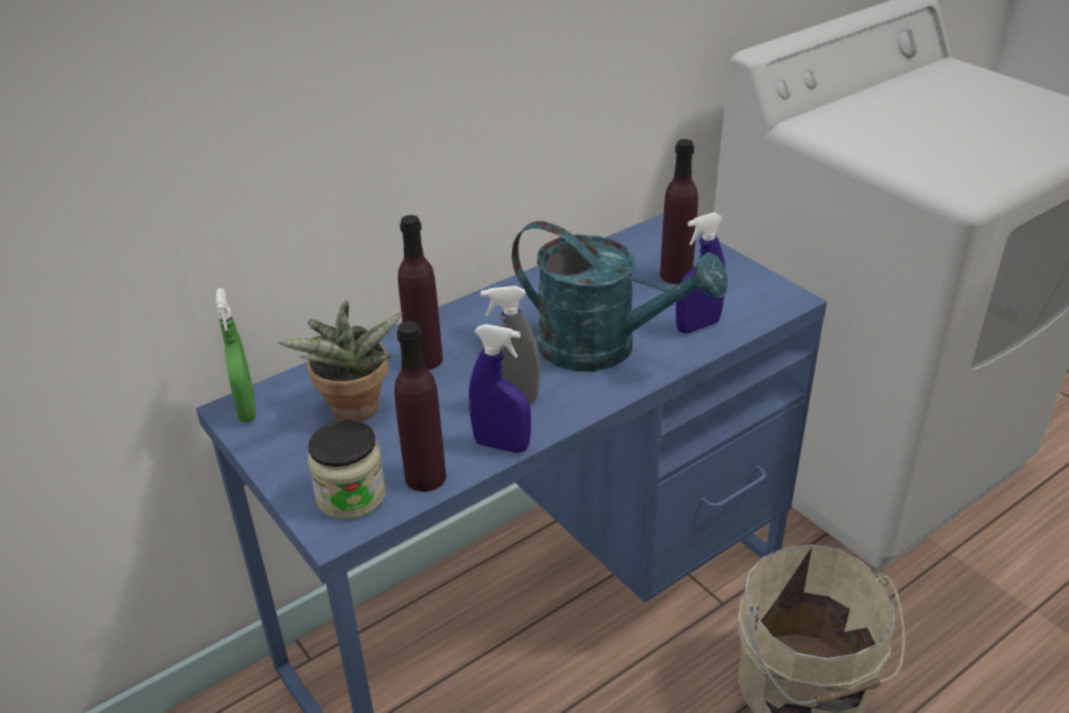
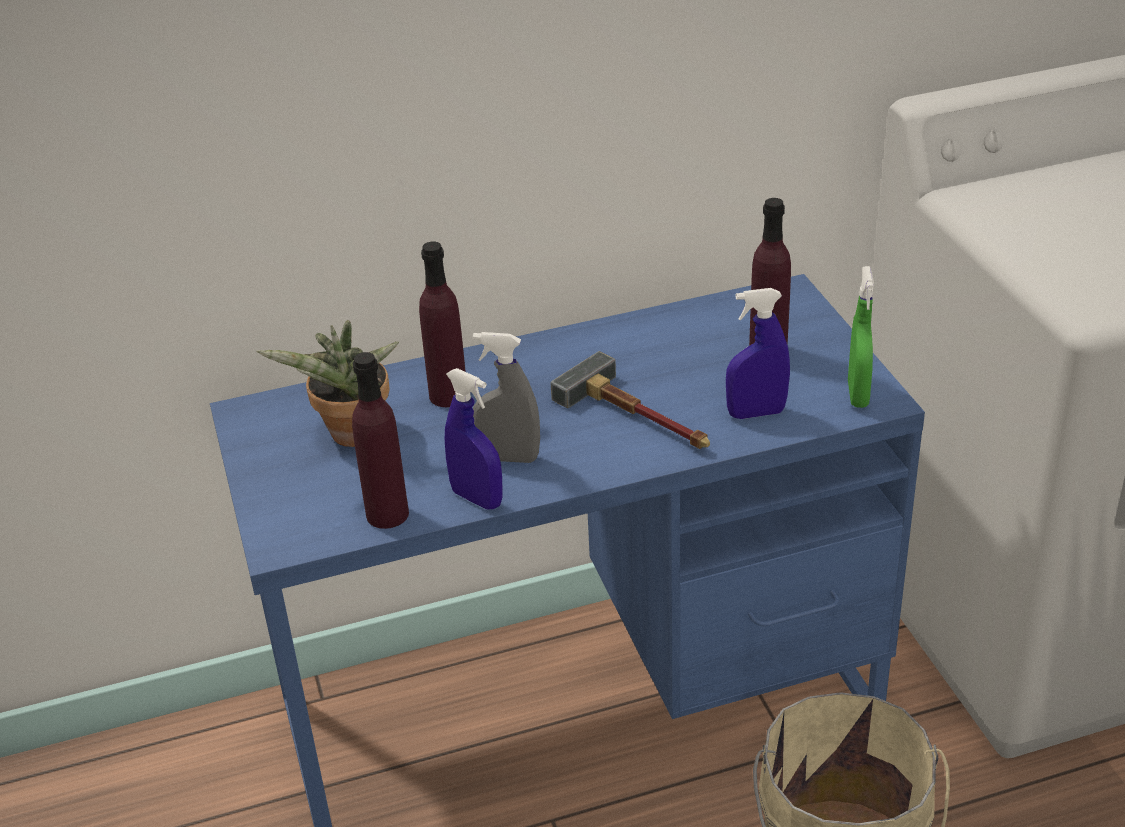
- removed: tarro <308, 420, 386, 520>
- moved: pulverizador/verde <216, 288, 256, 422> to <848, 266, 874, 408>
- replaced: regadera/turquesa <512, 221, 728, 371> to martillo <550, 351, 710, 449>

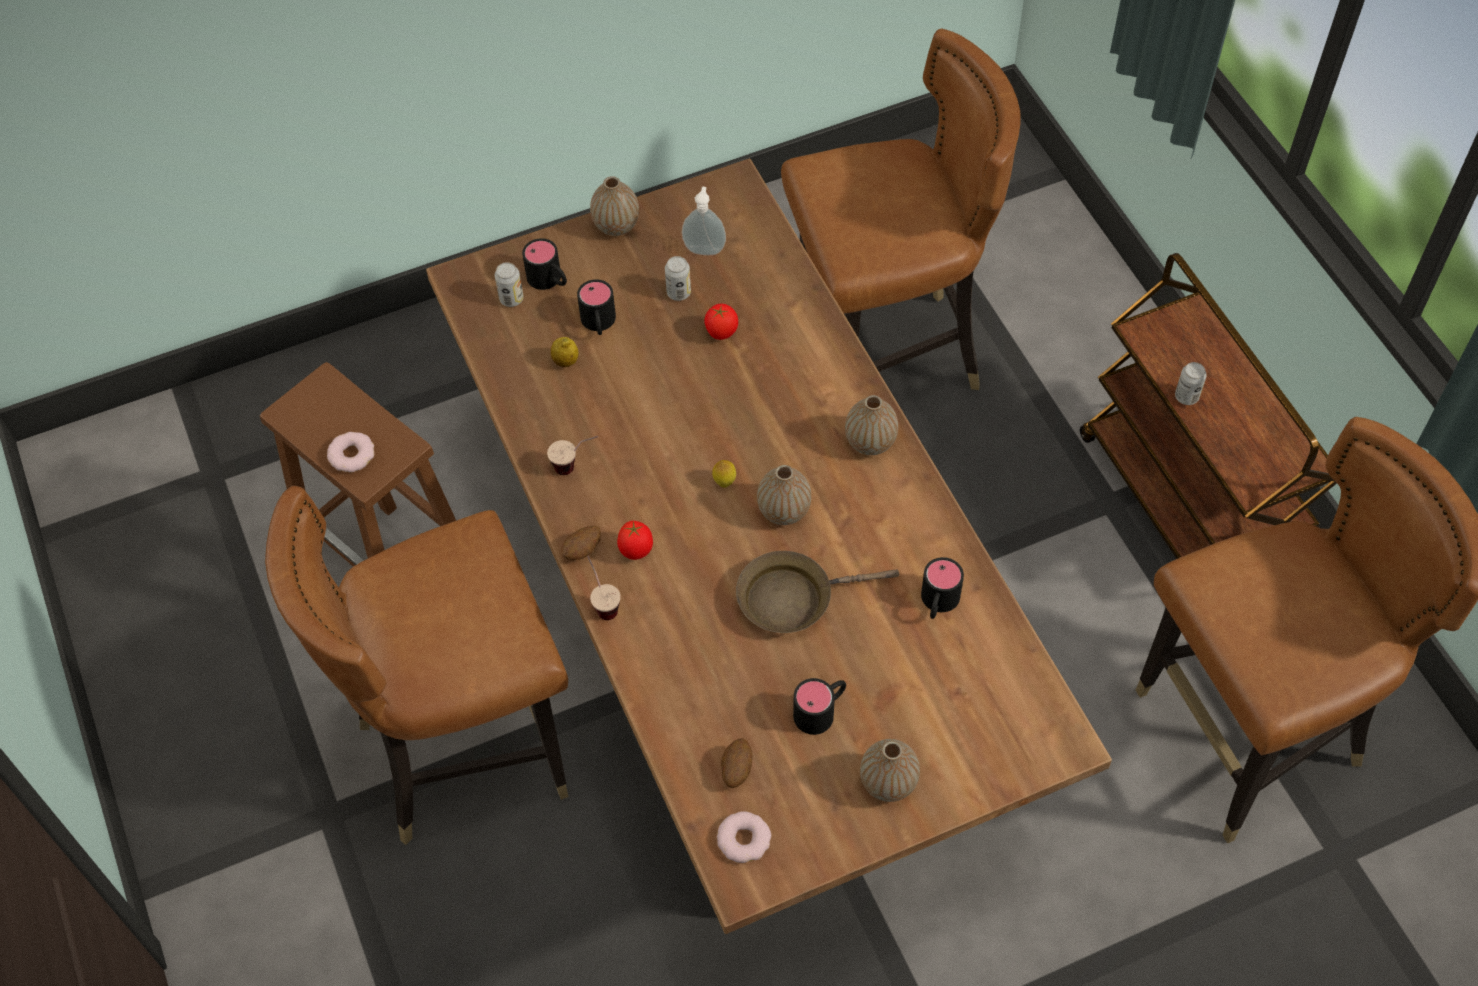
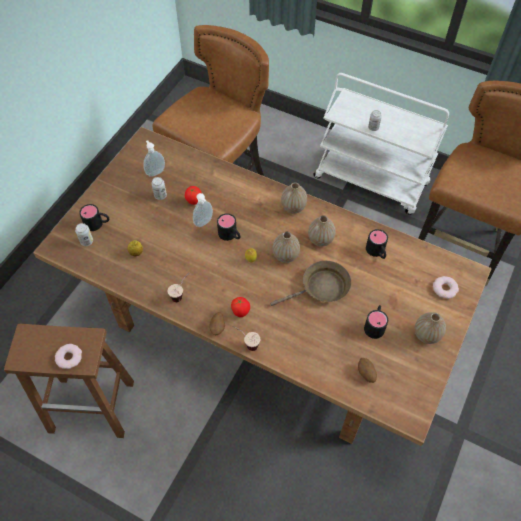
- removed: silla/marrón <265, 486, 568, 845>
- added: dispensador de jabón <193, 193, 213, 227>
- moved: taza grande/negro <577, 279, 616, 335> to <217, 213, 240, 241>
- moved: florero <590, 176, 639, 236> to <308, 215, 336, 247>
- moved: rosquilla <717, 811, 771, 863> to <433, 276, 459, 299>
- recoloured: carrito/marrón <1080, 253, 1337, 559> to carrito/blanco <313, 73, 449, 215>
- turned: sartén/marrón <736, 551, 899, 633> = <270, 261, 351, 306> 150 degrees counterclockwise

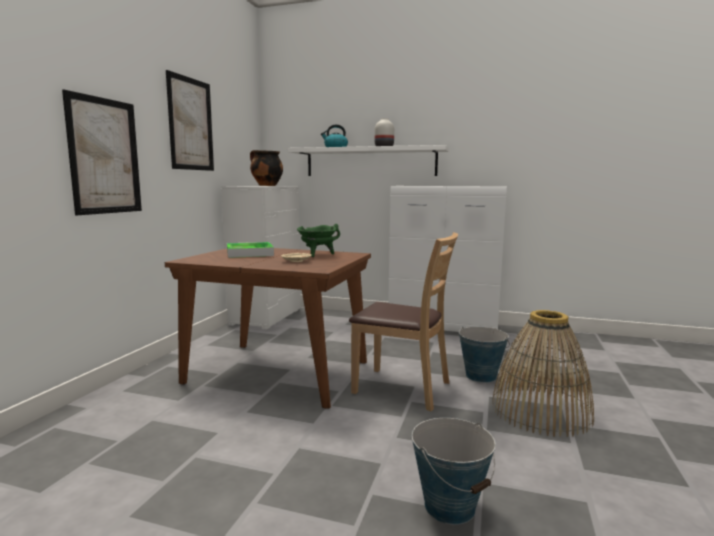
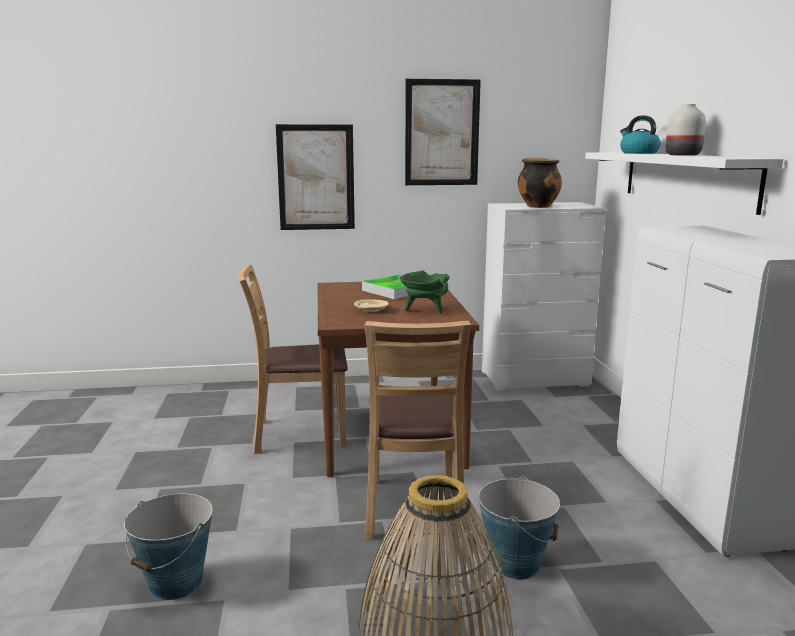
- added: silla/marrón <238, 265, 348, 454>

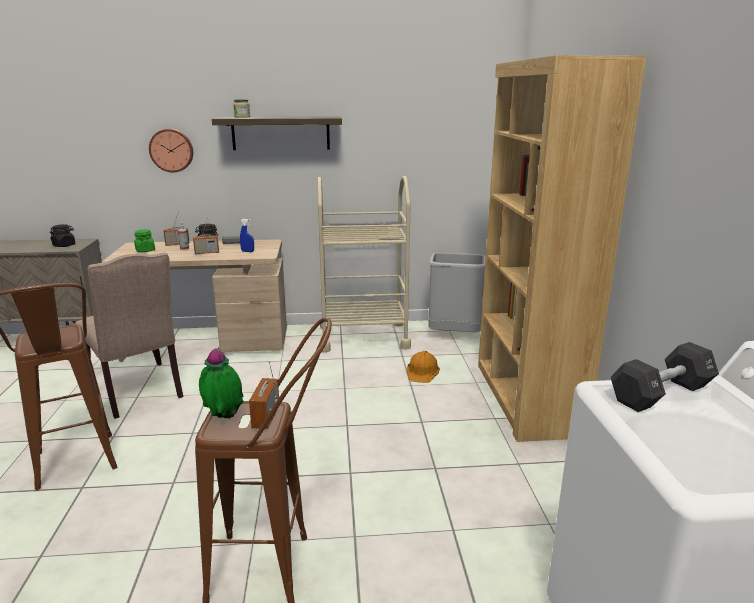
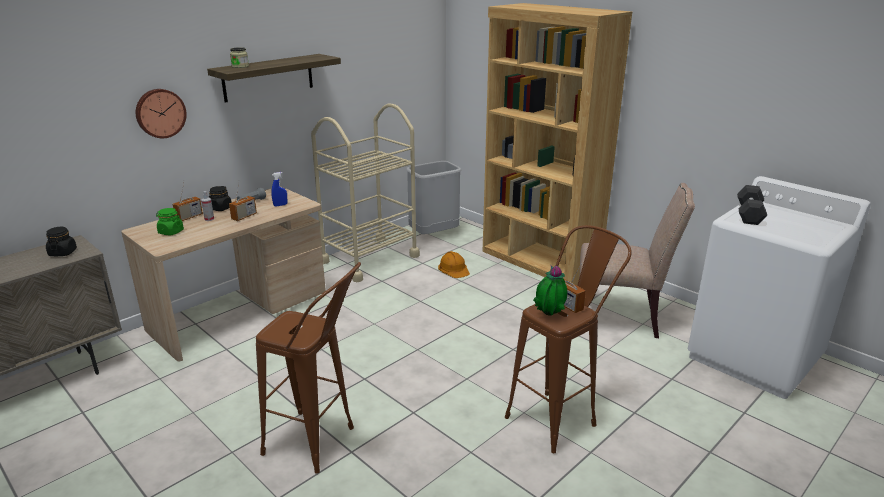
- moved: silla/beis <75, 252, 183, 419> to <579, 183, 695, 338>

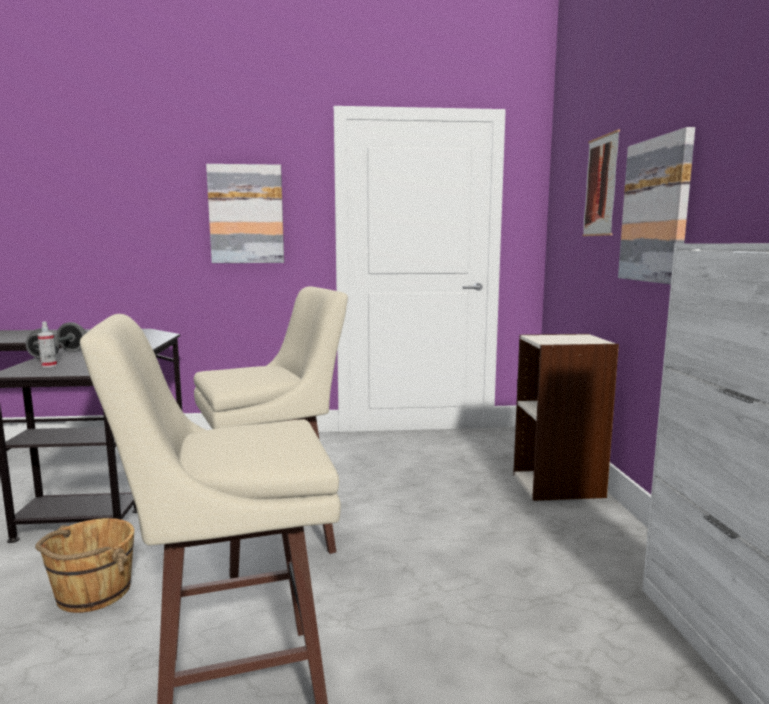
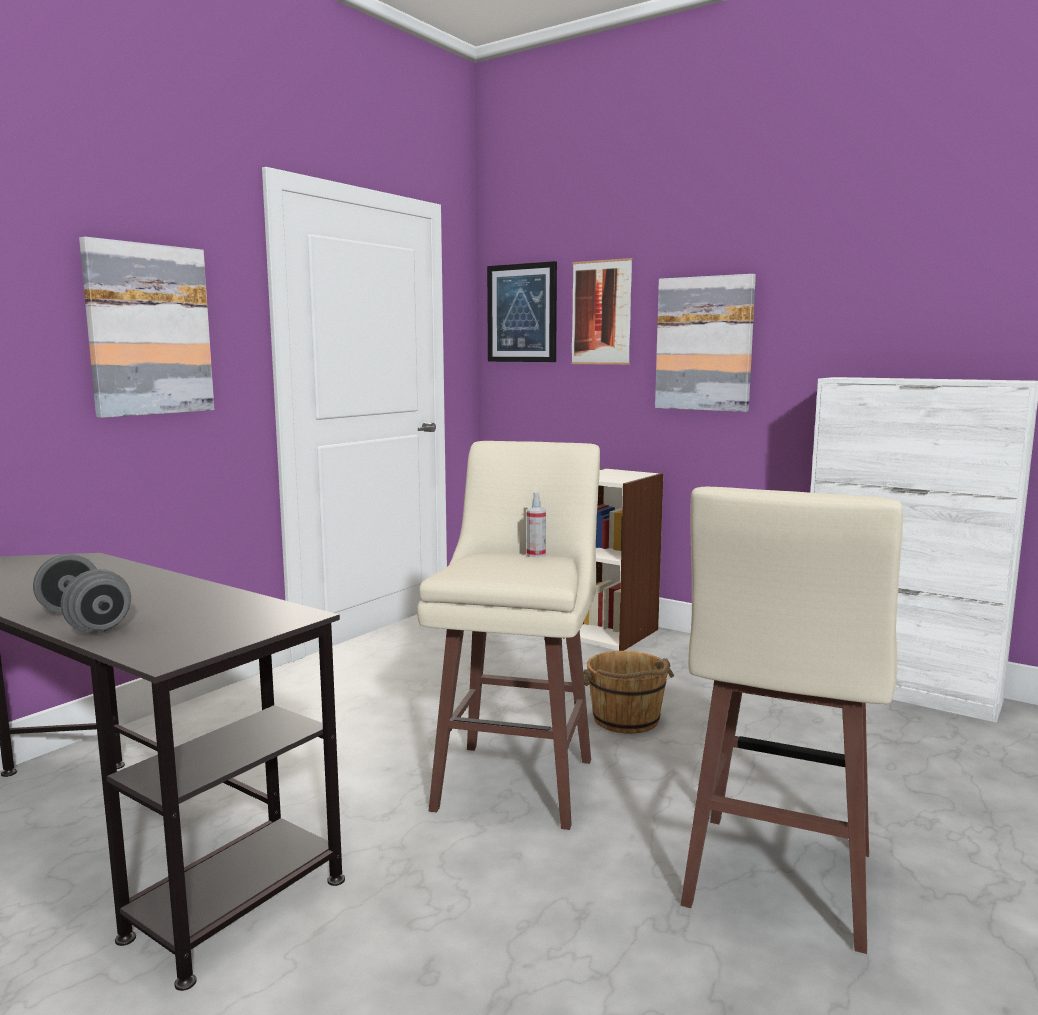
- added: cuadro <487, 261, 557, 362>
- moved: cubo/marrón <35, 518, 134, 613> to <583, 651, 674, 734>
- moved: pulverizador <38, 322, 57, 367> to <527, 492, 546, 557>

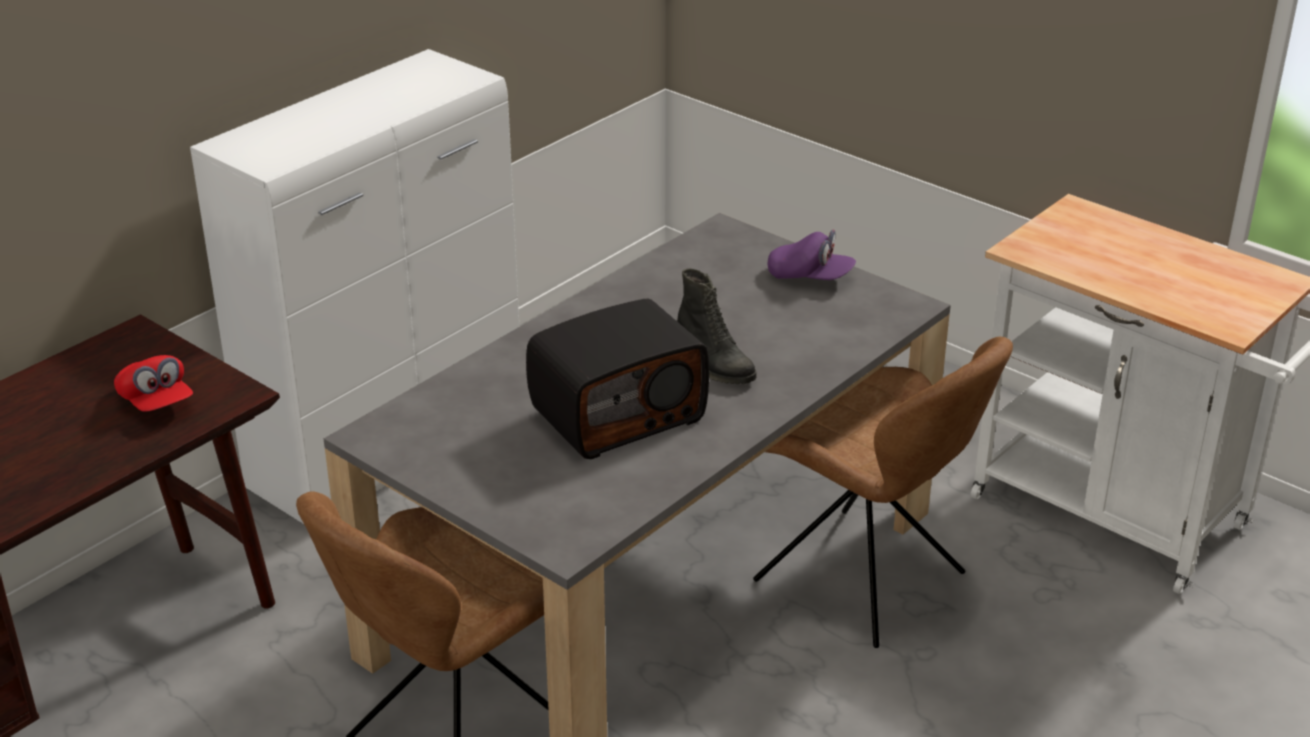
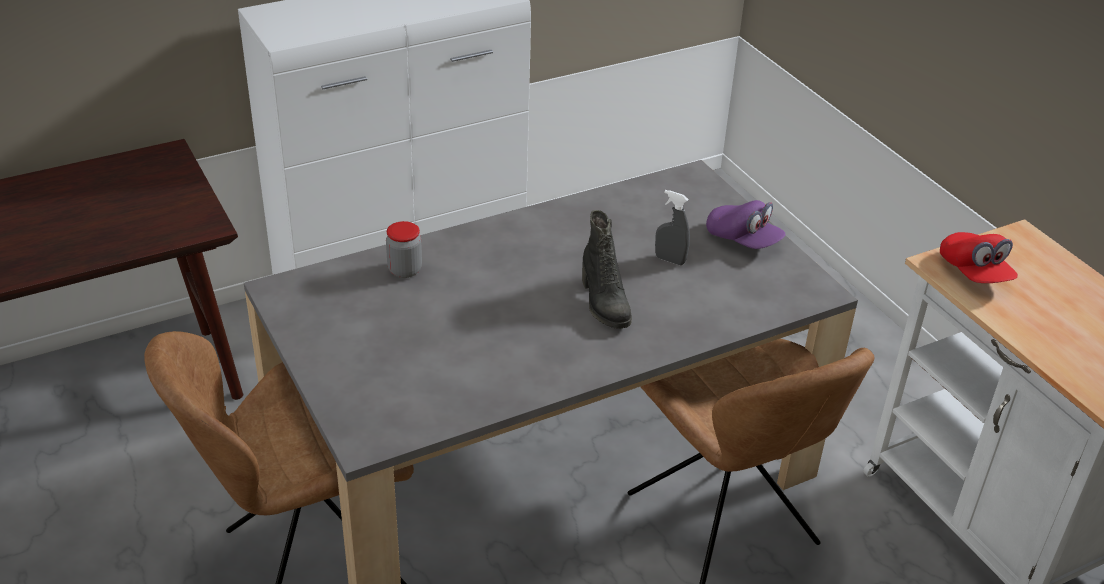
- removed: radio <526, 299, 709, 459>
- added: tarro <386, 221, 422, 278>
- added: pulverizador/gris <655, 190, 690, 265>
- moved: gorra/rojo <114, 355, 193, 412> to <940, 232, 1018, 283>

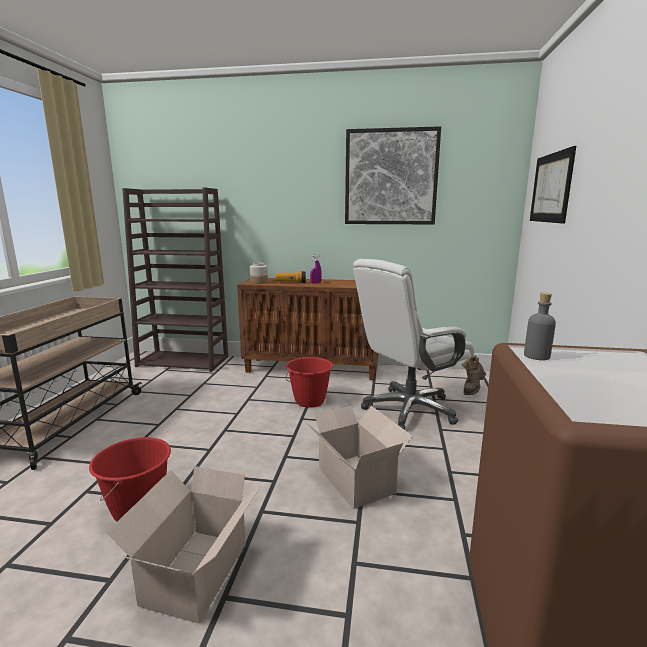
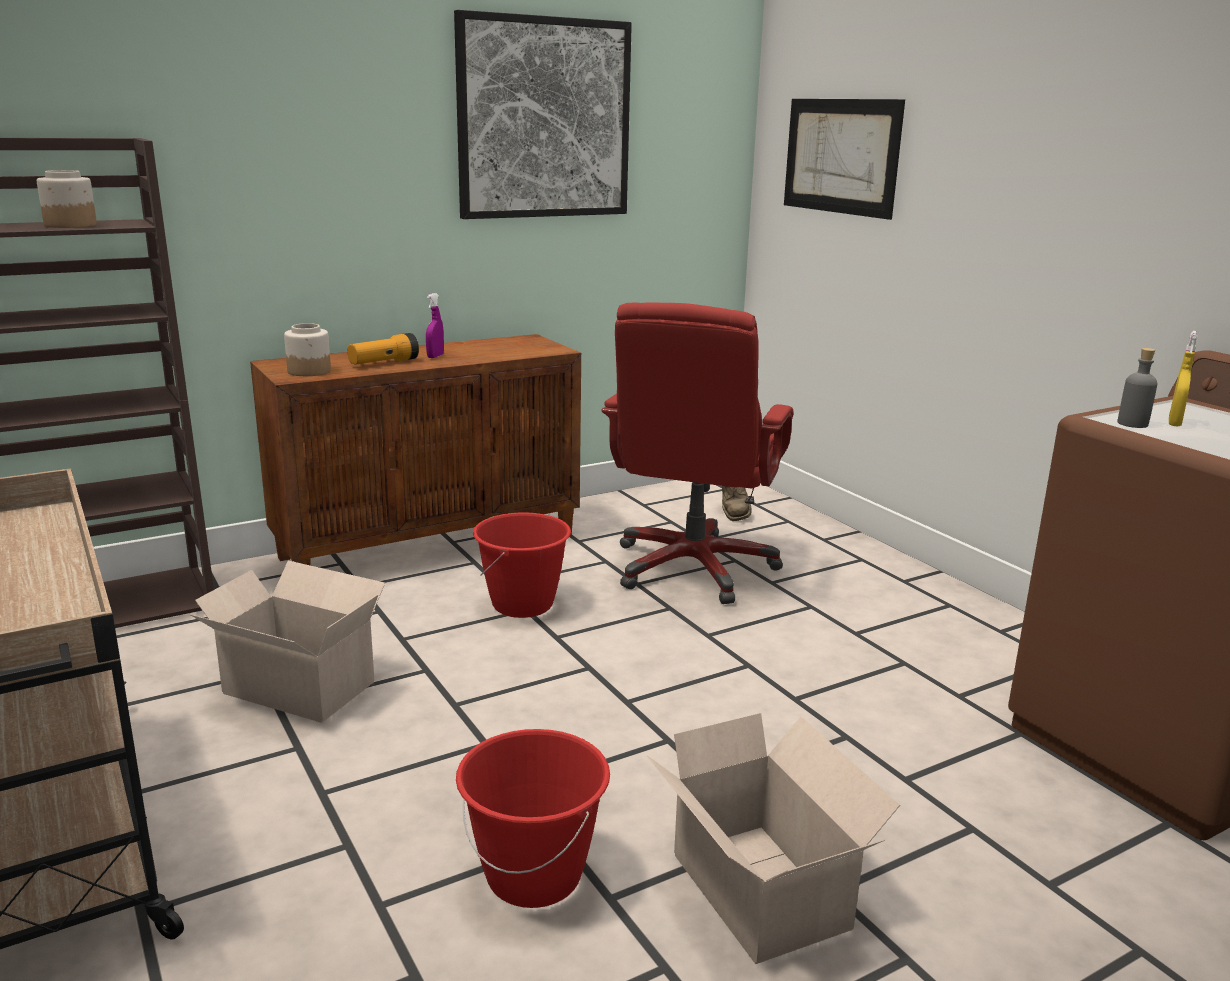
- added: tarro <37, 170, 97, 228>
- added: pulverizador/amarillo <1169, 331, 1197, 427>
- moved: caja de cartón <305, 406, 413, 509> to <189, 561, 385, 723>
- recoloured: silla de oficina/blanco <353, 259, 475, 430> to silla de oficina/rojo <601, 303, 794, 604>

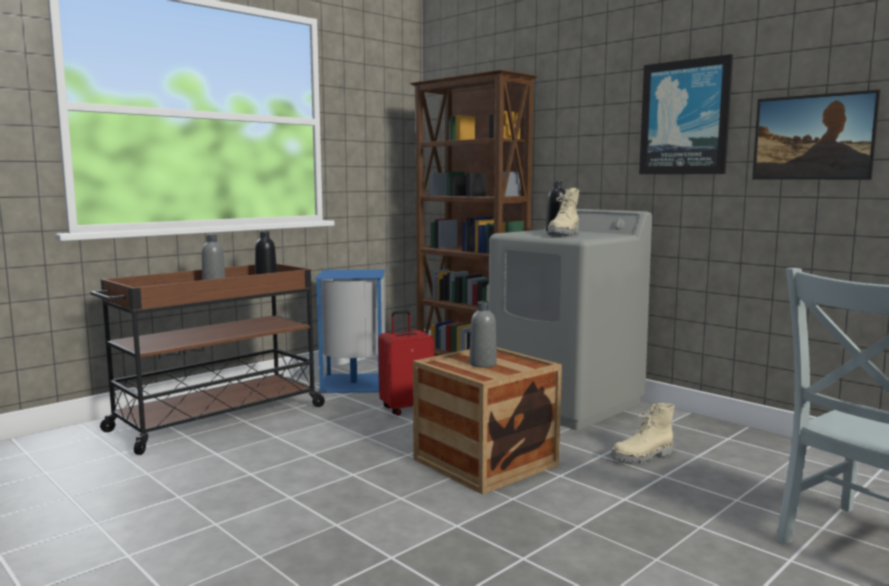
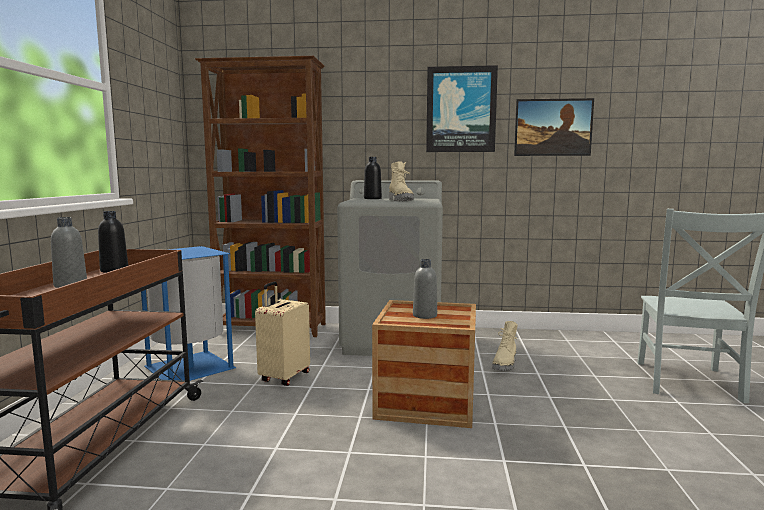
- recoloured: maleta/rojo <378, 310, 434, 416> to maleta/beis <255, 281, 310, 386>

